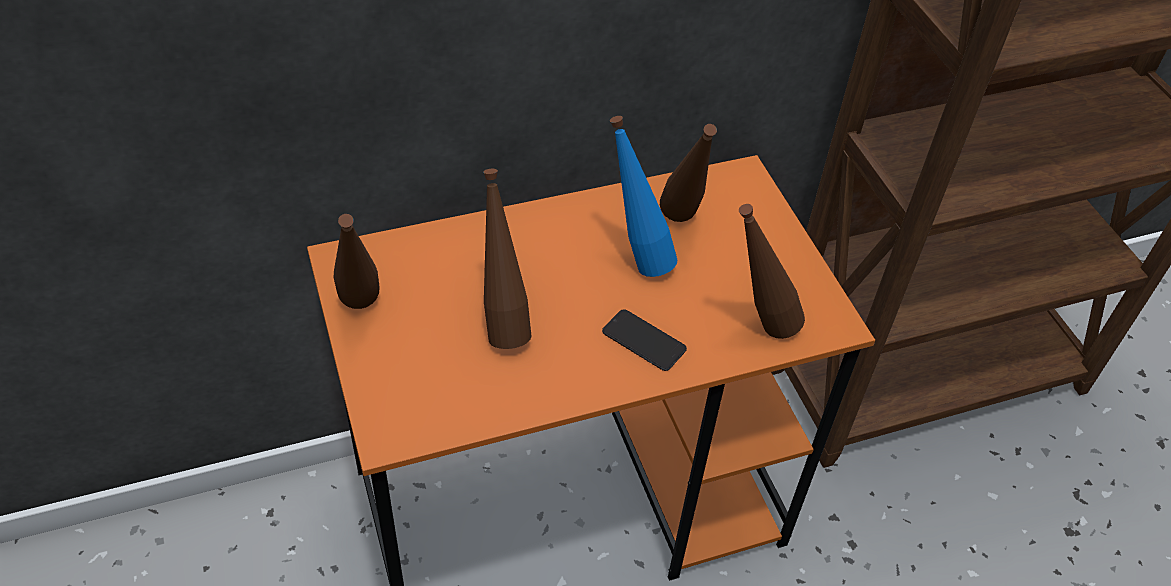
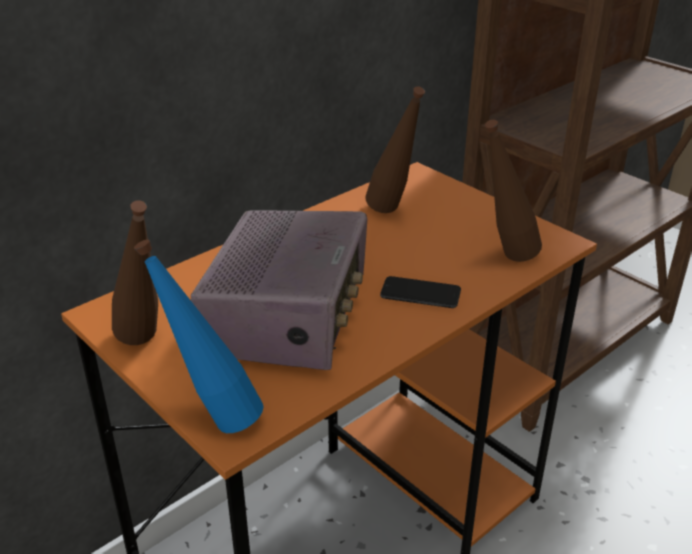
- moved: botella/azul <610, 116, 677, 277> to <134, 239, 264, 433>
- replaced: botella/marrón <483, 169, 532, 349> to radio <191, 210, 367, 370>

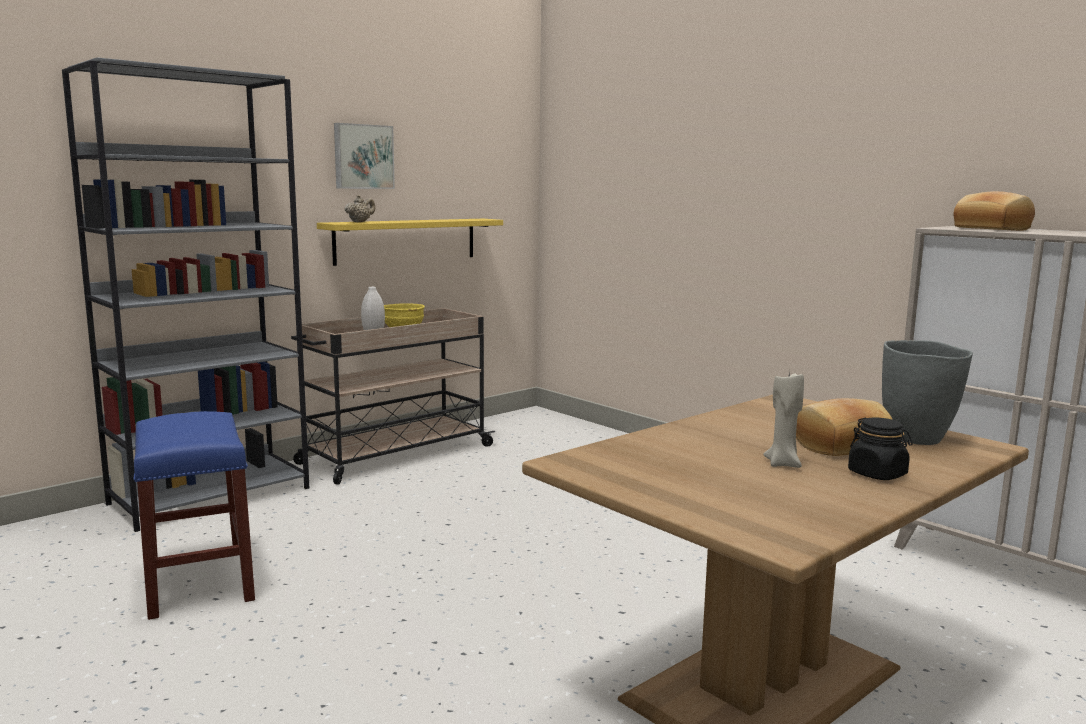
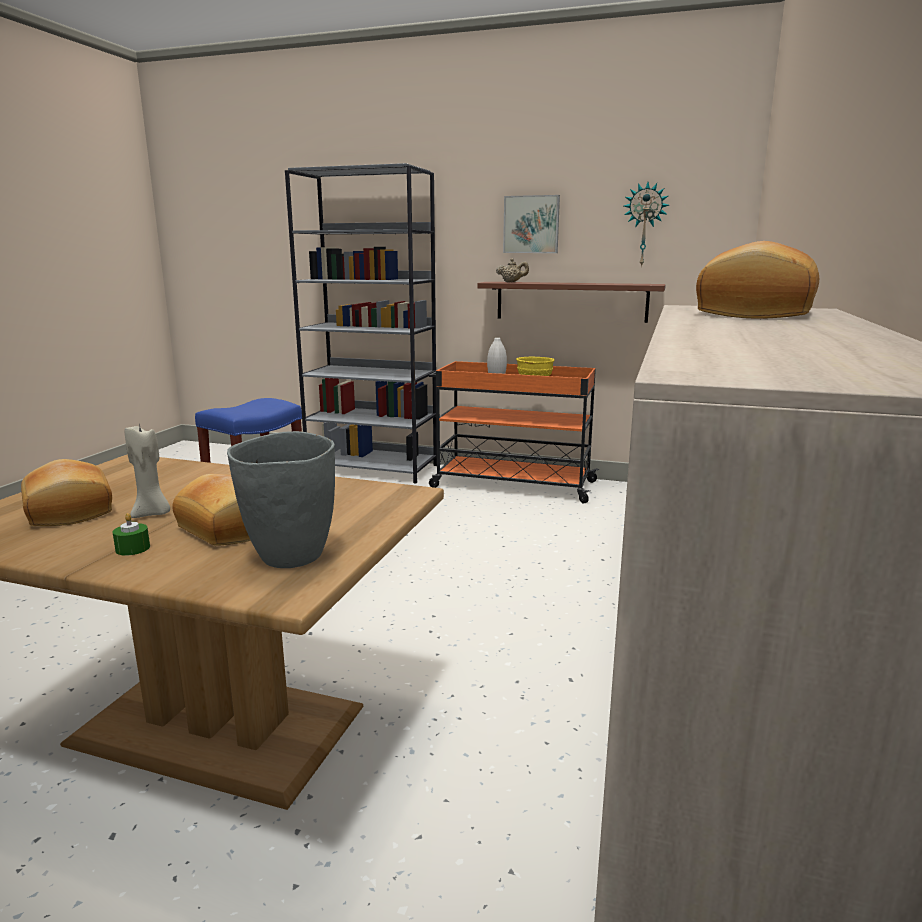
- added: pan <21, 459, 112, 526>
- added: reloj de pared <624, 182, 669, 267>
- replaced: tarro/negro <848, 417, 913, 480> to vela/verde <113, 513, 150, 556>
- recoloured: carrito/beis <291, 308, 495, 485> to carrito/naranja <429, 361, 599, 504>
- recoloured: estante/amarillo <317, 219, 503, 266> to estante/marrón <477, 282, 666, 323>

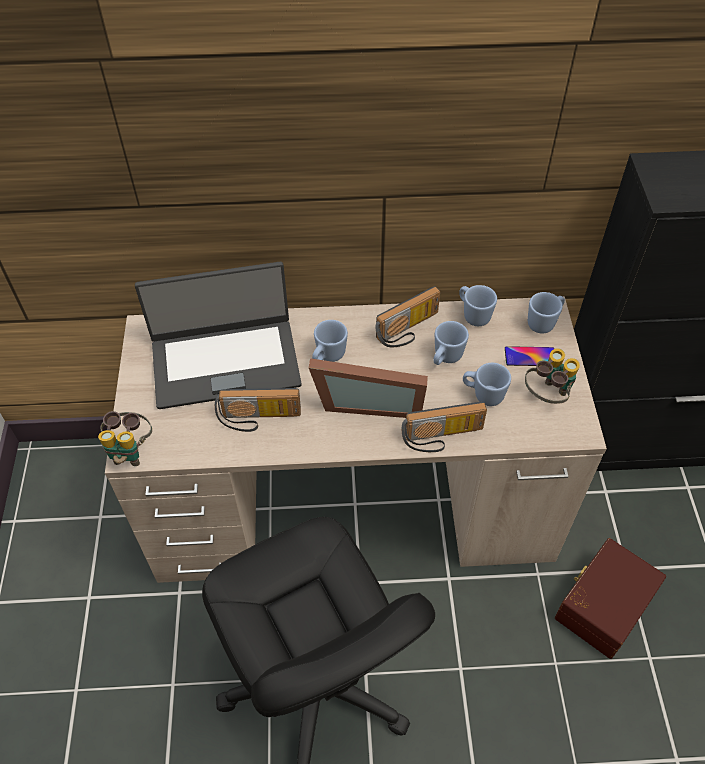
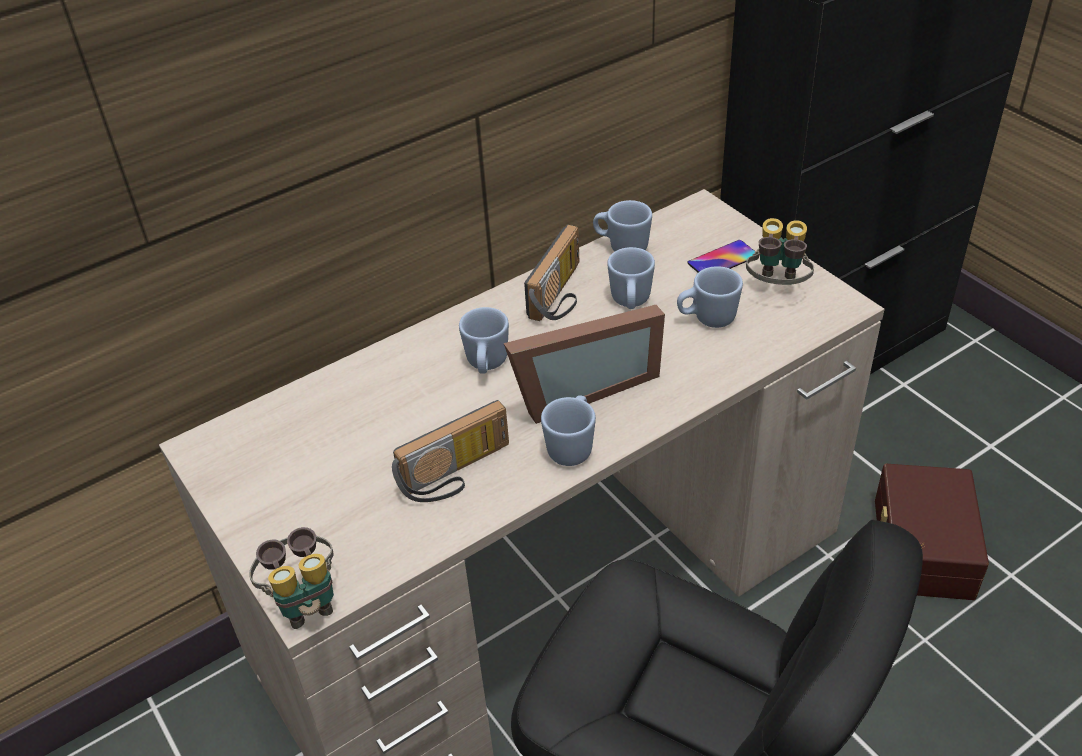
- removed: portátil <135, 262, 302, 409>
- removed: radio <401, 402, 487, 452>
- moved: taza grande/azul <528, 292, 565, 334> to <541, 395, 596, 466>

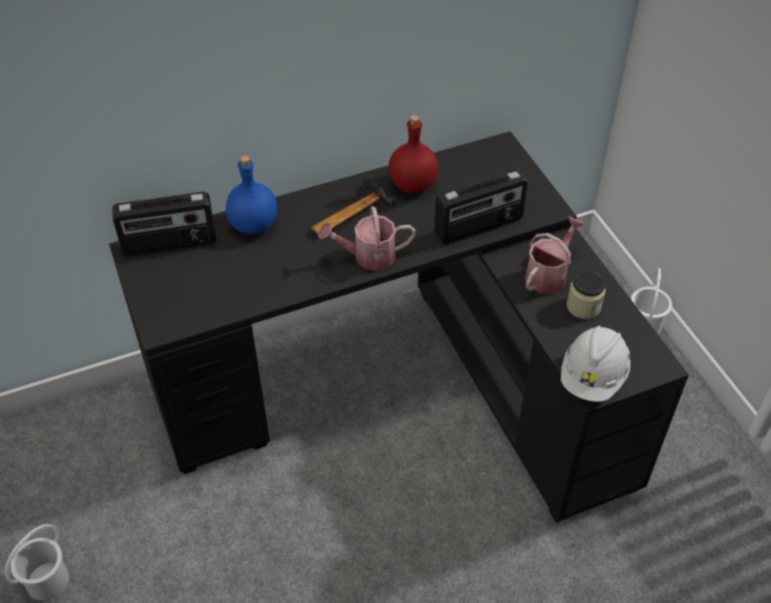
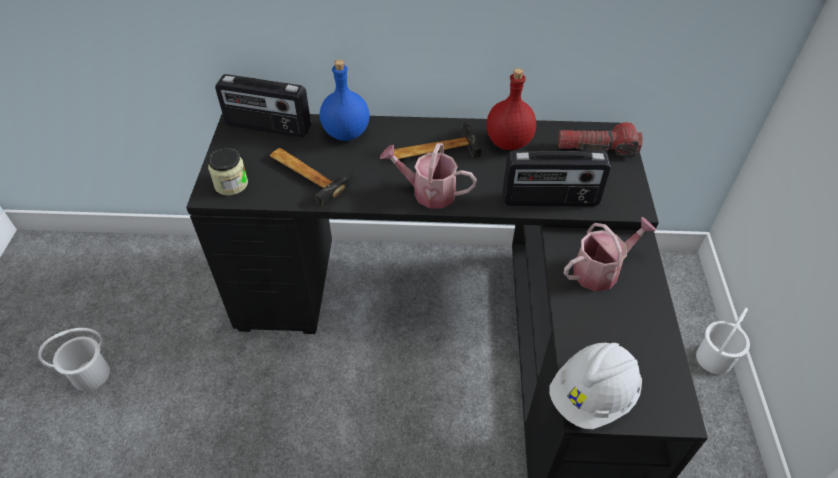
- added: martillo <270, 148, 354, 207>
- added: linterna <558, 122, 643, 157>
- moved: tarro <567, 271, 606, 319> to <208, 148, 248, 196>

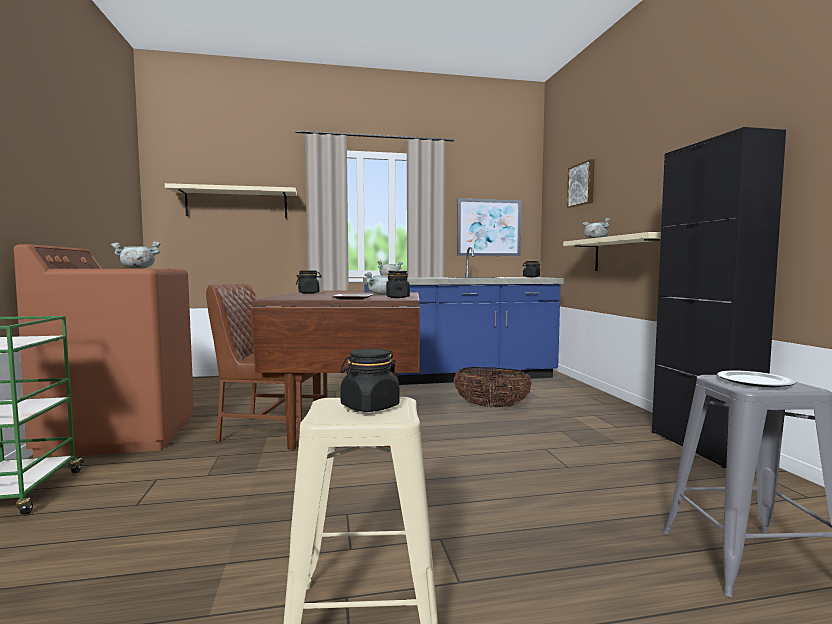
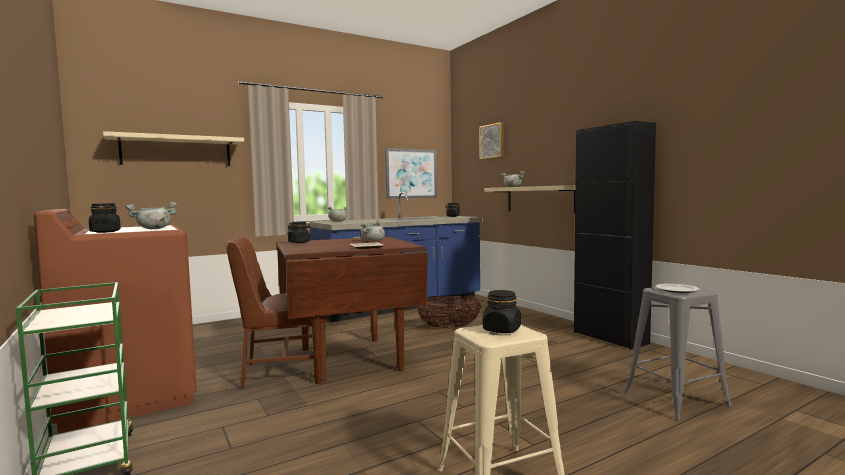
- moved: tarro/negro <386, 271, 410, 298> to <89, 203, 121, 233>

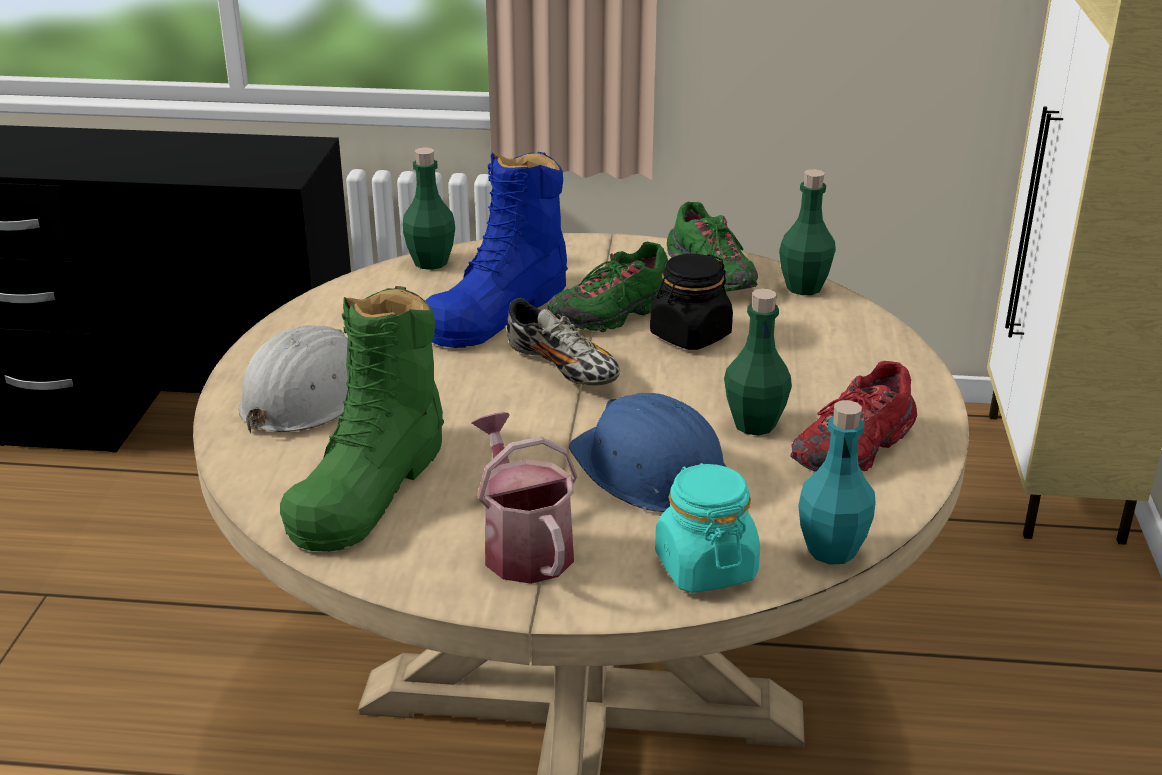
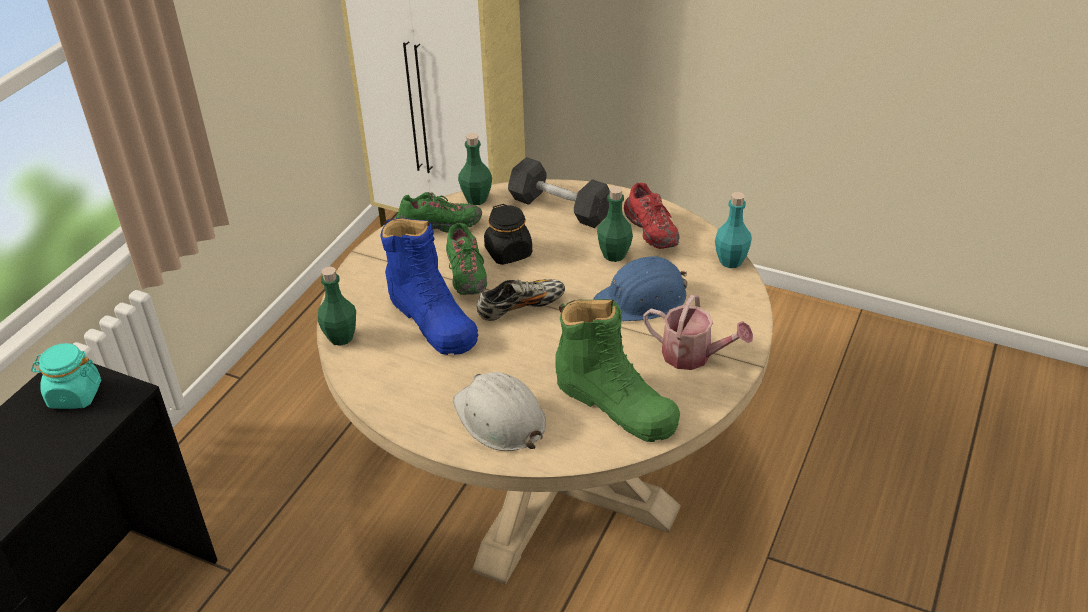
- added: mancuerna/gris <508, 157, 610, 228>
- moved: tarro/turquesa <655, 463, 760, 593> to <31, 343, 101, 409>
- turned: regadera <471, 412, 577, 584> = <643, 295, 753, 370> 150 degrees counterclockwise

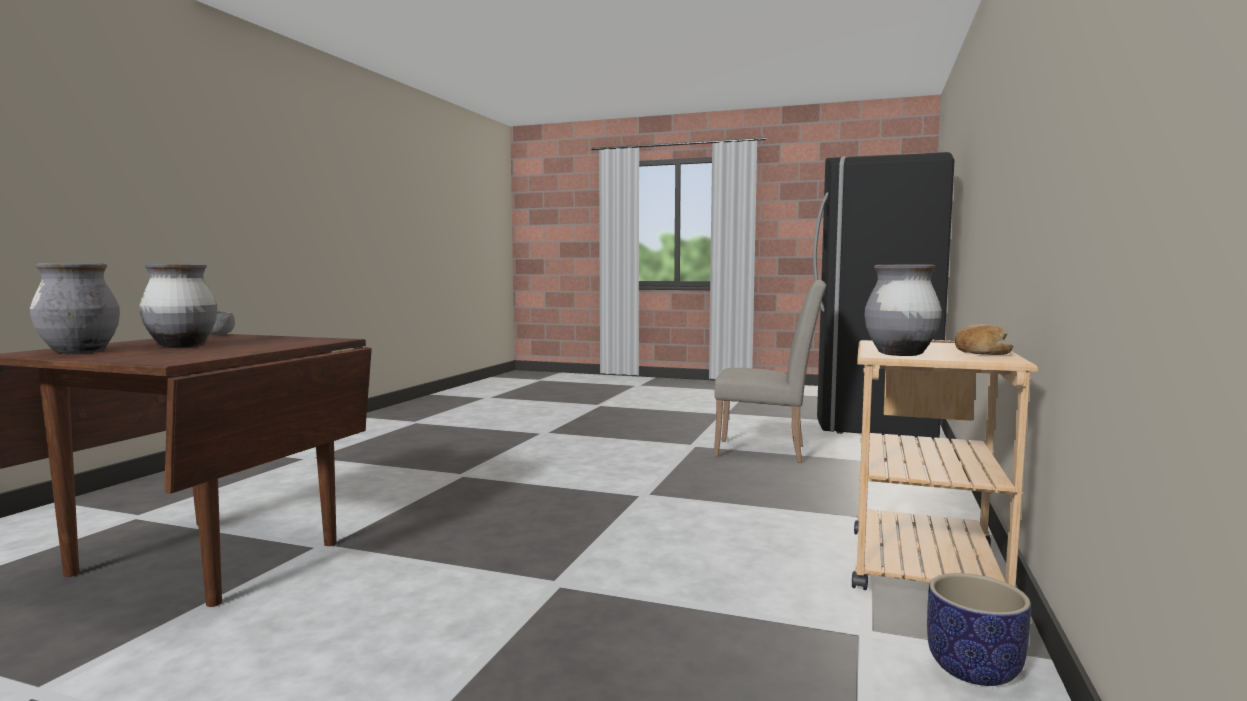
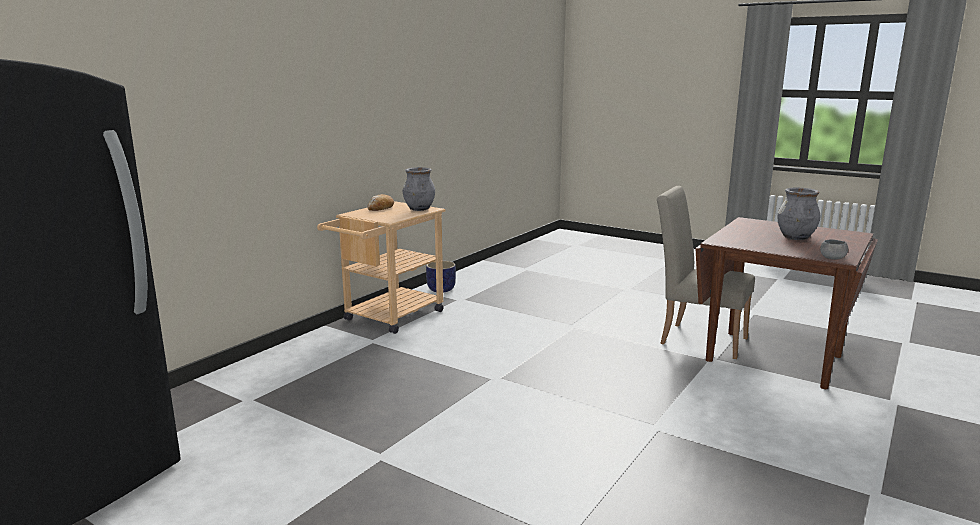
- removed: florero/gris <30, 263, 120, 354>
- moved: silla/beis <714, 280, 827, 463> to <657, 186, 755, 359>

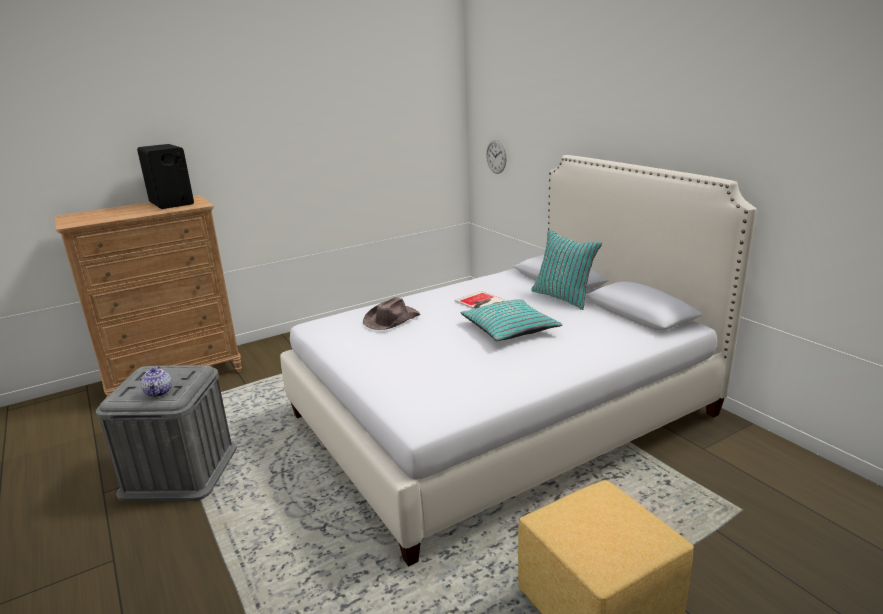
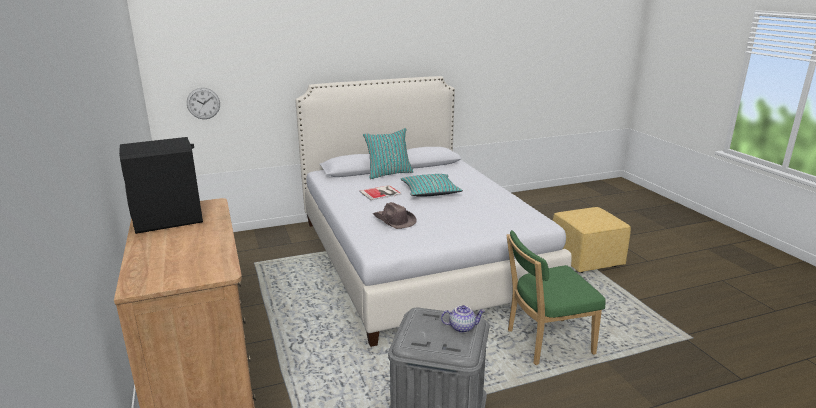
- added: silla/verde <506, 230, 606, 365>

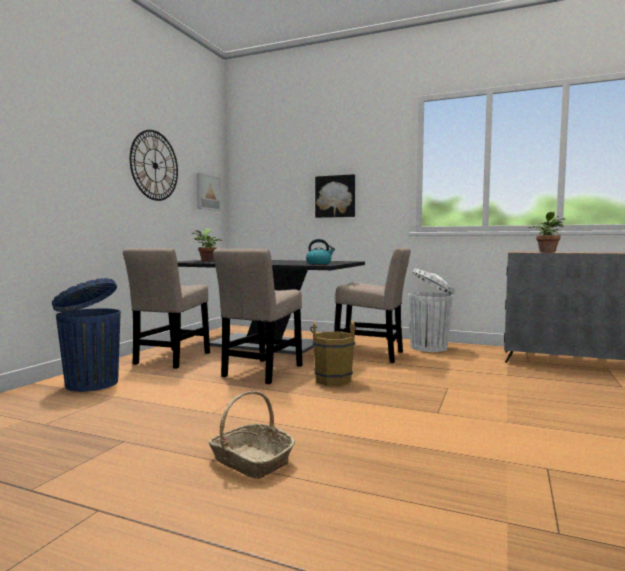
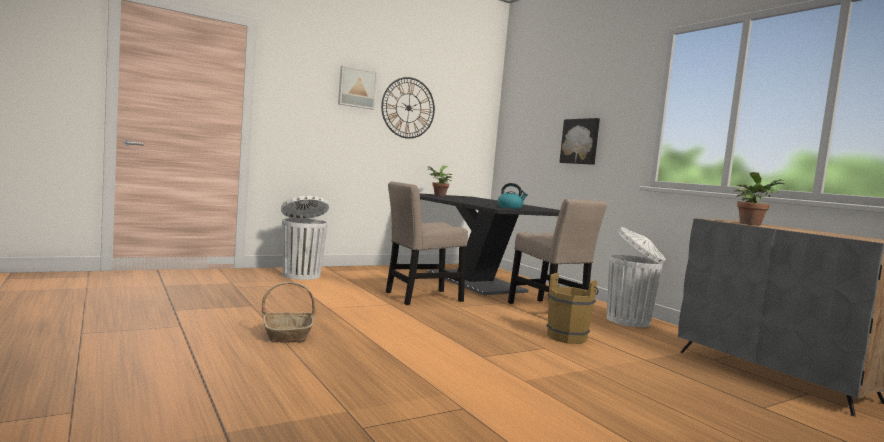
- removed: silla/beis <123, 248, 210, 369>
- moved: cuadro <196, 173, 221, 211> to <338, 65, 377, 109>
- moved: cubo/marrón <310, 321, 357, 386> to <547, 273, 598, 344>
- recoloured: papelera/azul <52, 278, 121, 392> to papelera/blanco <281, 196, 329, 280>

